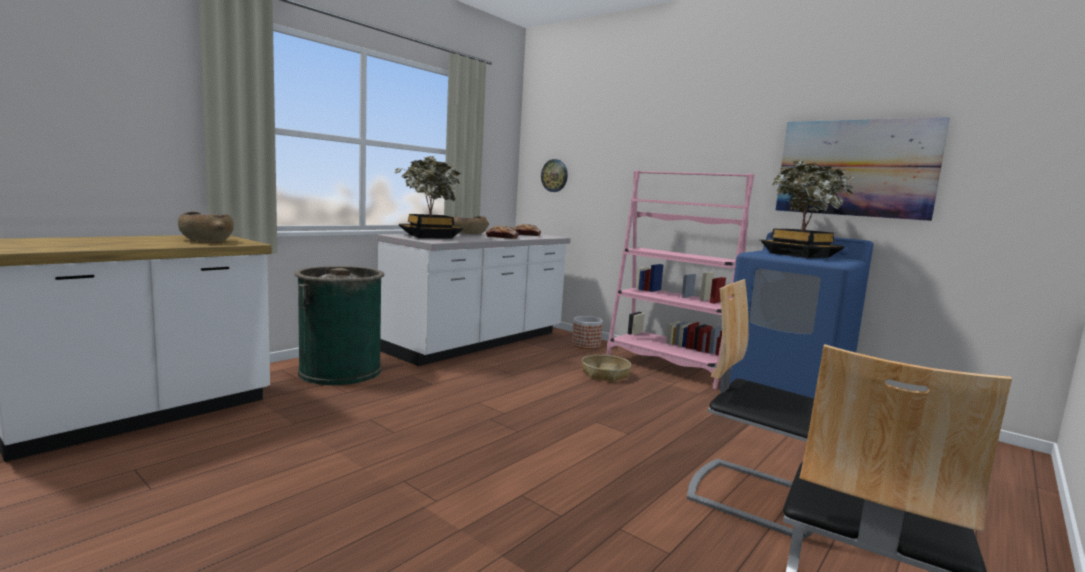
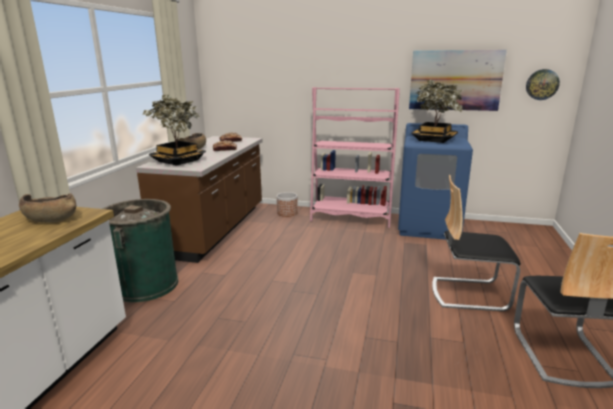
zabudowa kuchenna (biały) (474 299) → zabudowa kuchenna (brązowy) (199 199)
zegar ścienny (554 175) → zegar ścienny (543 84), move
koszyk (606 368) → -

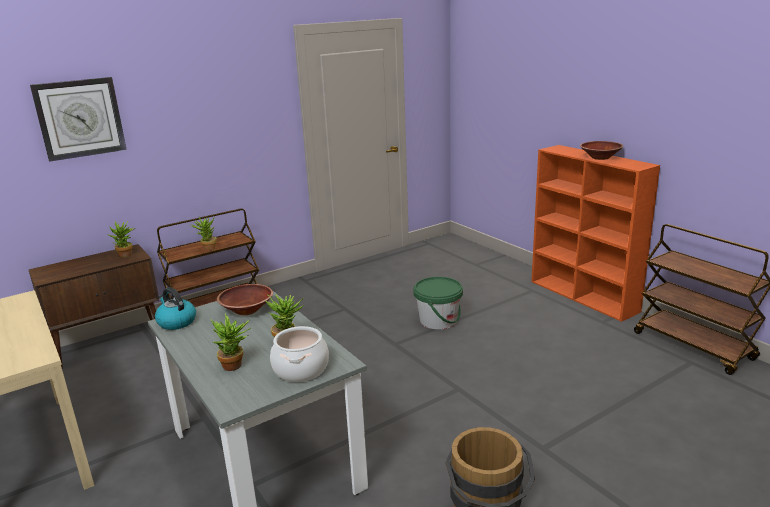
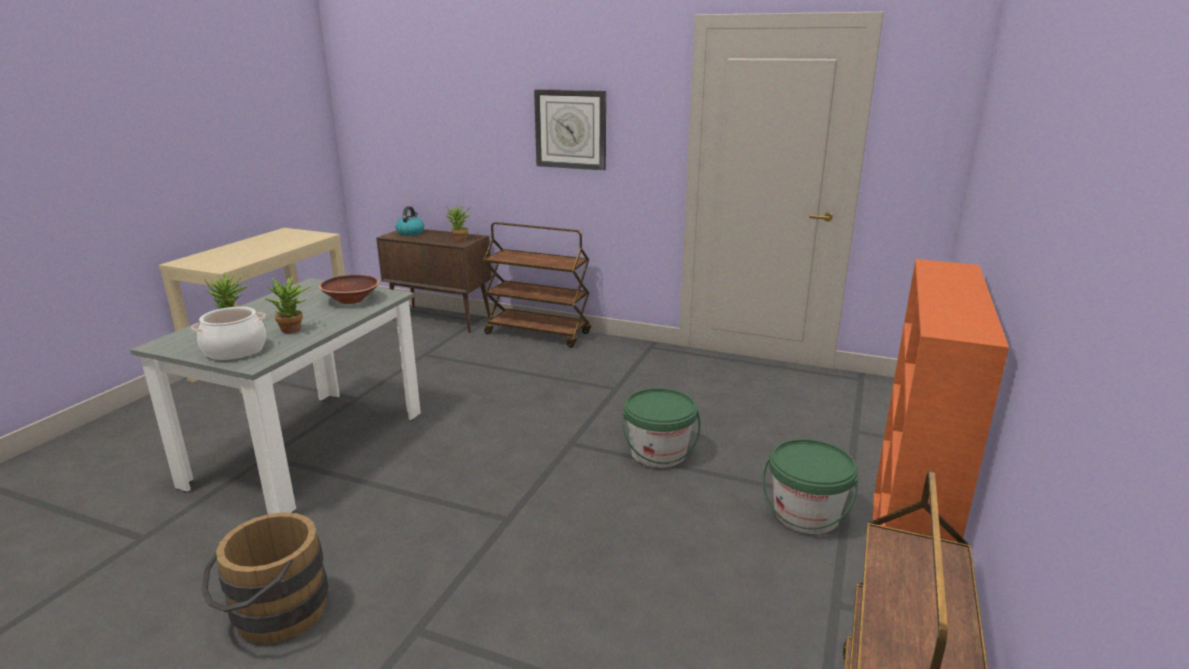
zegar ścienny (78 119) → zegar ścienny (570 130), move
czajnik (175 308) → czajnik (410 221), move
roślina doniczkowa (204 234) → -
miska (brązowy) (602 150) → -
- → wiadro (zielony) (810 486)

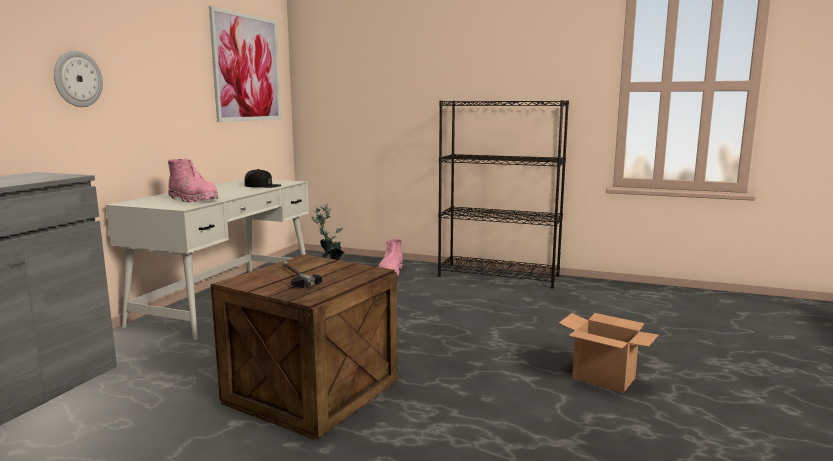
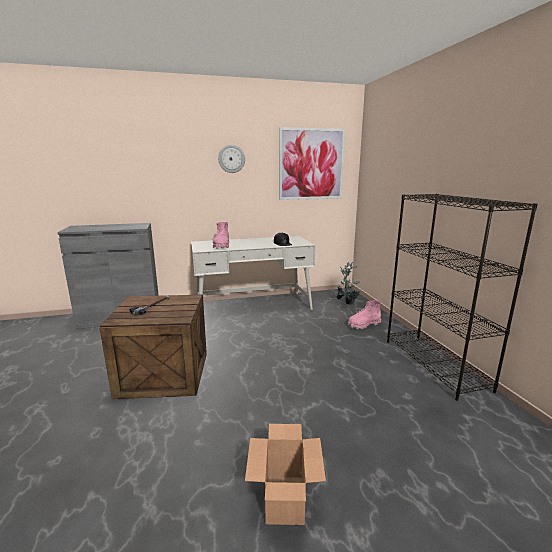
zegar ścienny (78 79) → zegar ścienny (231 159), move

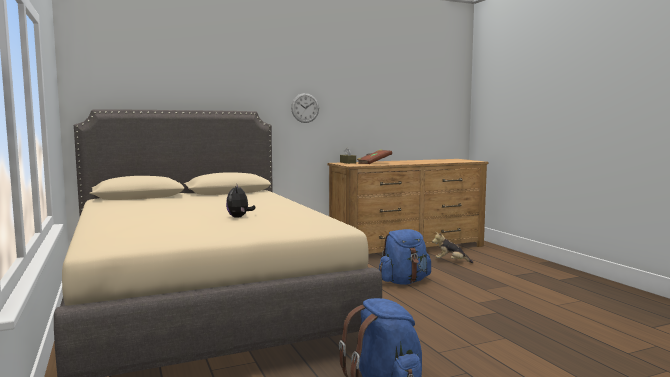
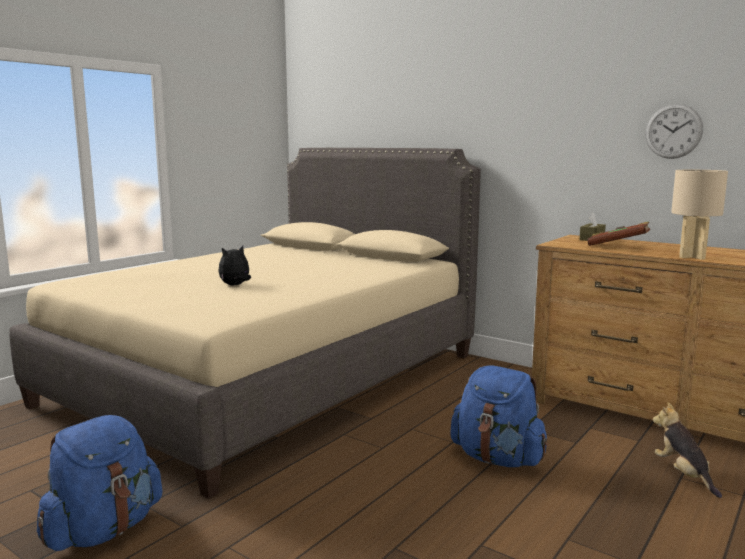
zegar ścienny (305 108) → zegar ścienny (674 131), move
- → lampa stołowa (beżowy) (699 215)

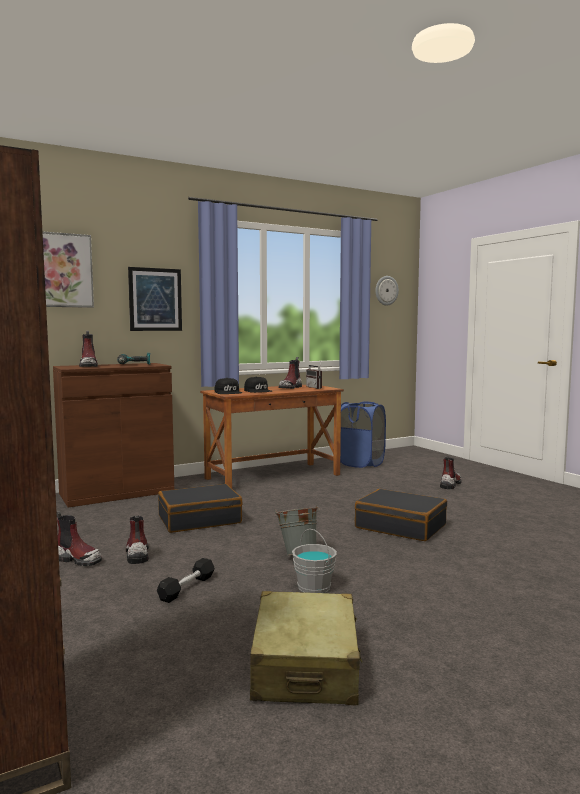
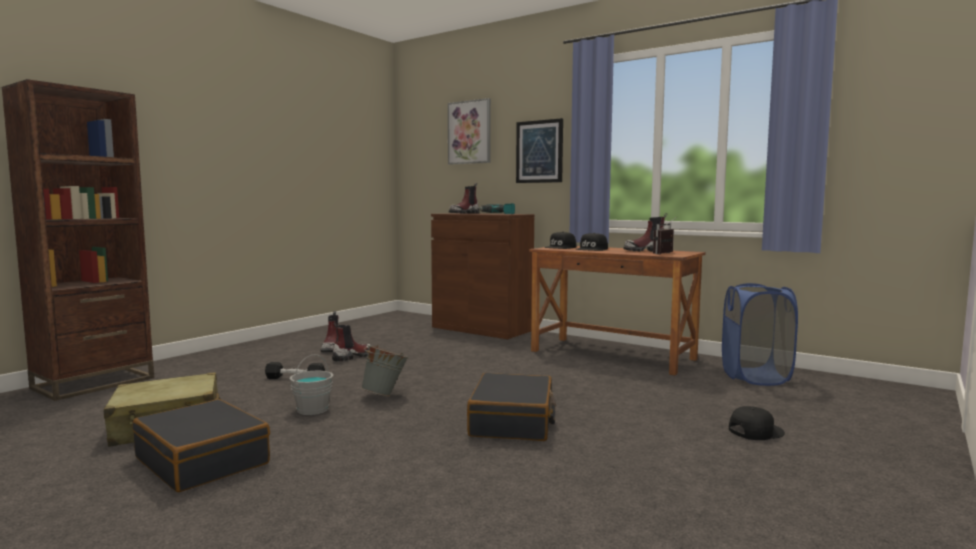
walizka (czarny) (200 508) → walizka (czarny) (201 445), move
zegar ścienny (387 290) → -
but z cholewką (450 472) → czapka z daszkiem (czarny) (757 423)

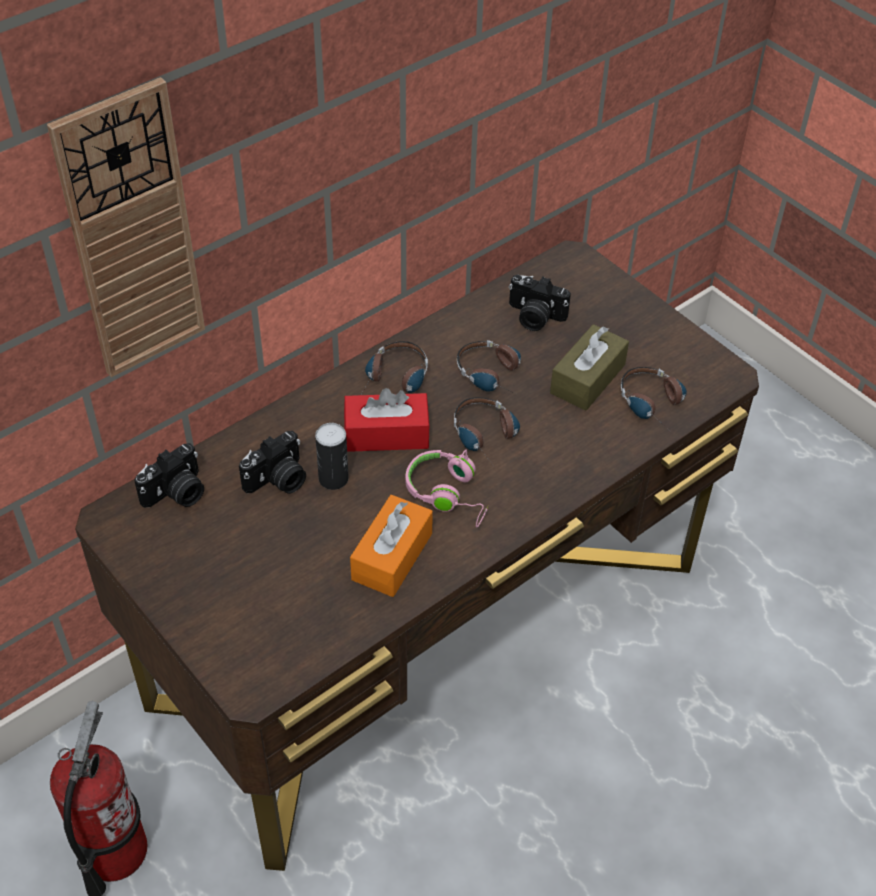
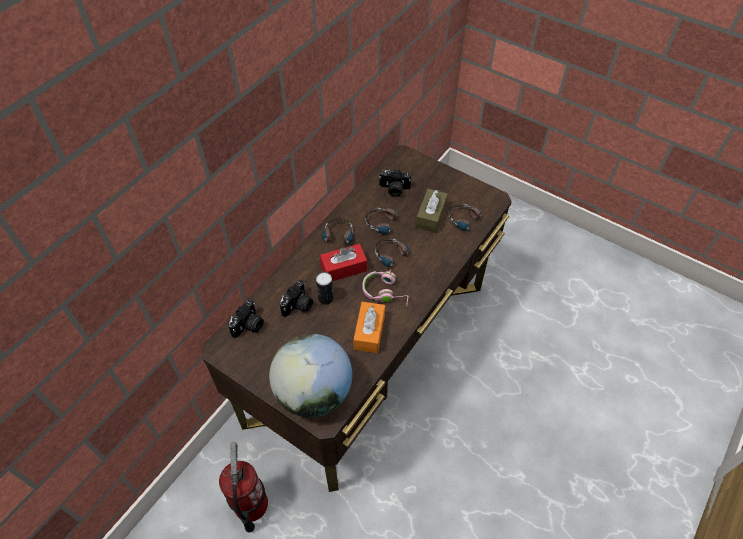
zegar ścienny (126 227) → -
- → globus (311 375)

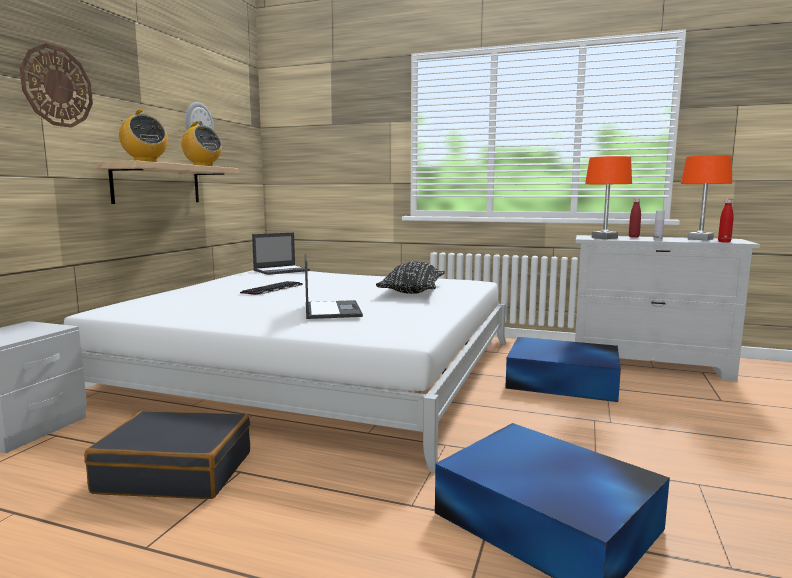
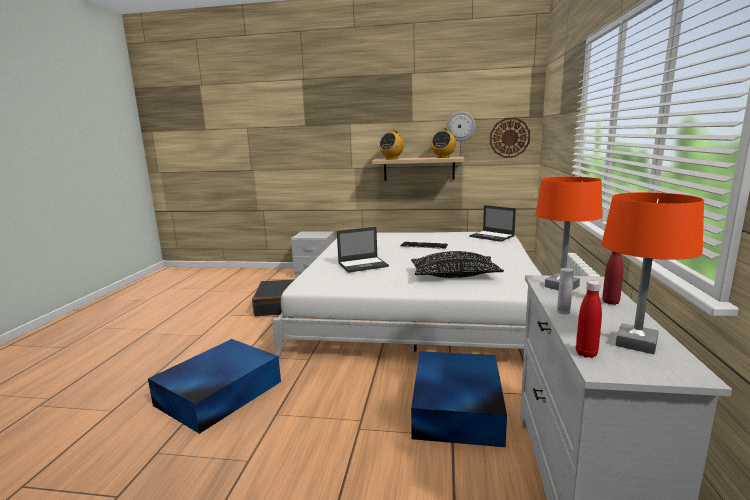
zegar ścienny (56 85) → zegar ścienny (510 138), move

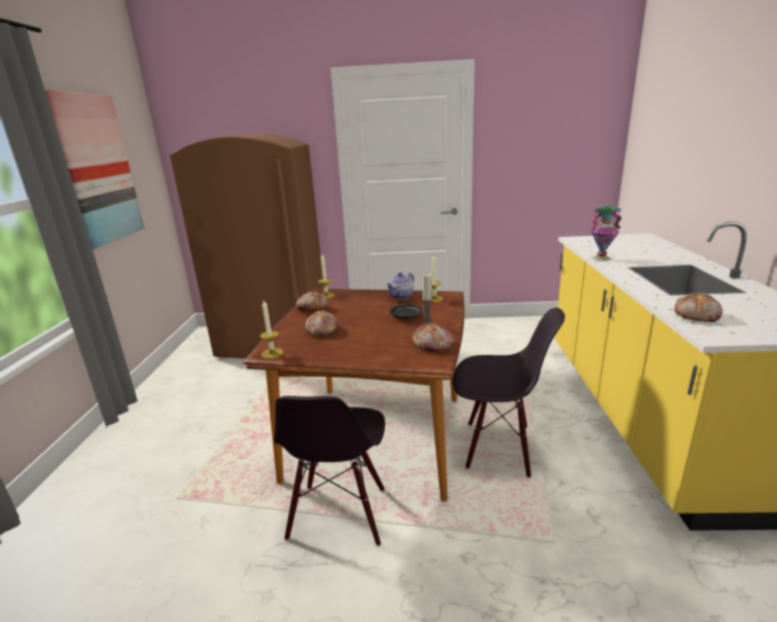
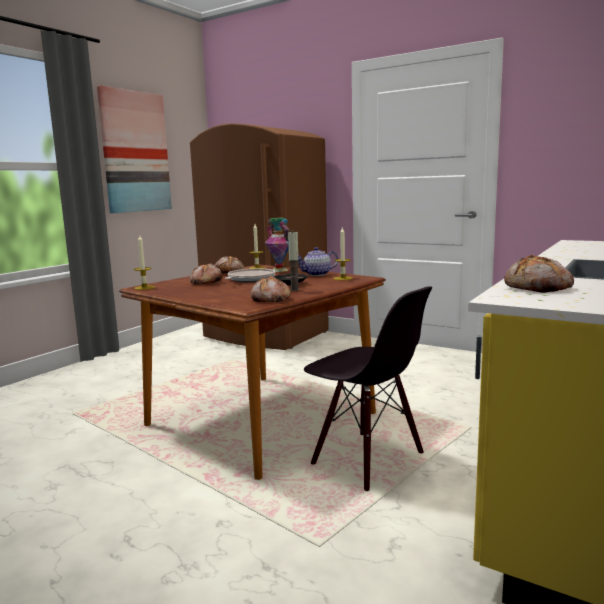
krzesło (czarny) (329 471) → -
wazon (606 233) → wazon (277 245), move
- → patelnia (249 275)

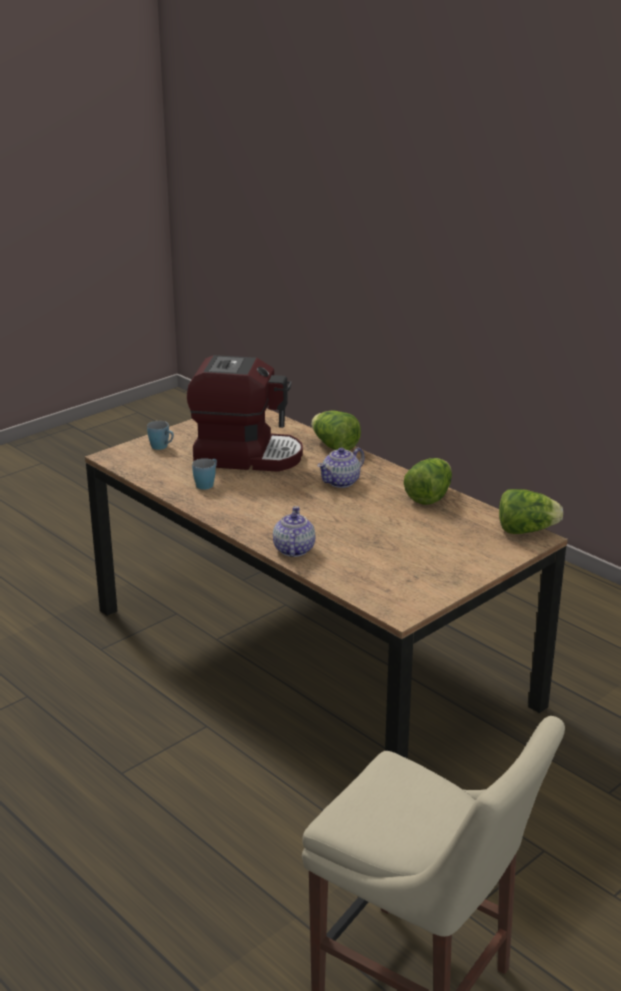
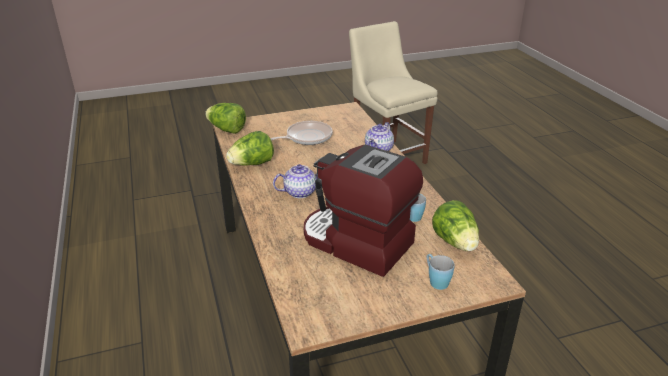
sałata (336 430) → sałata (455 225), move
- → patelnia (301 133)

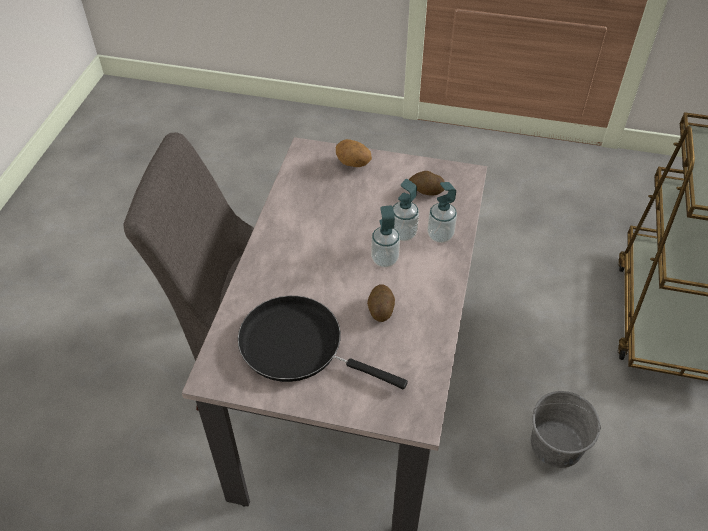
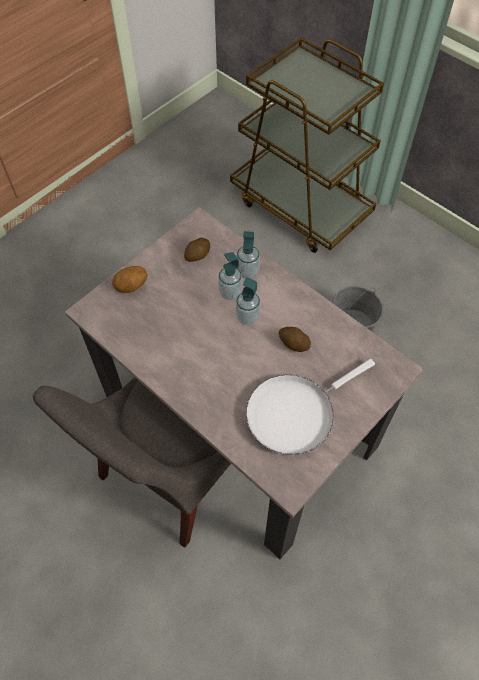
patelnia (czarny) (323 342) → patelnia (biały) (310 407)

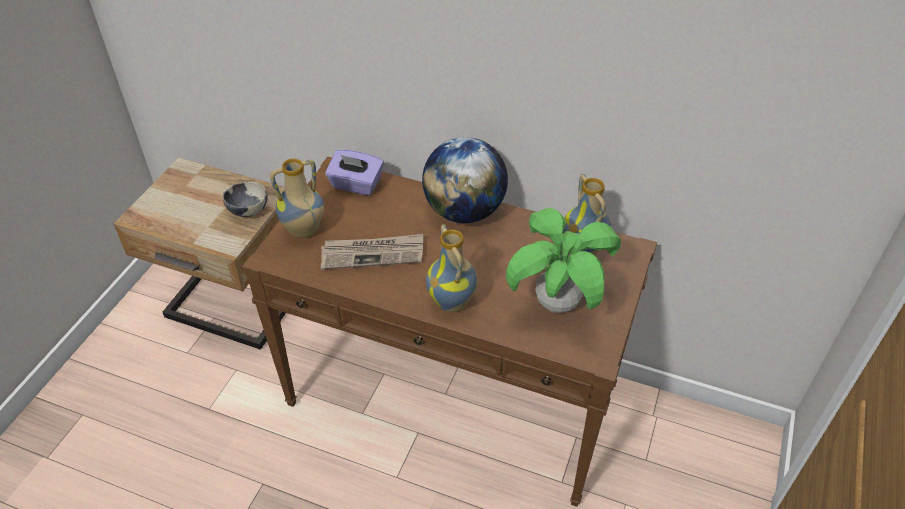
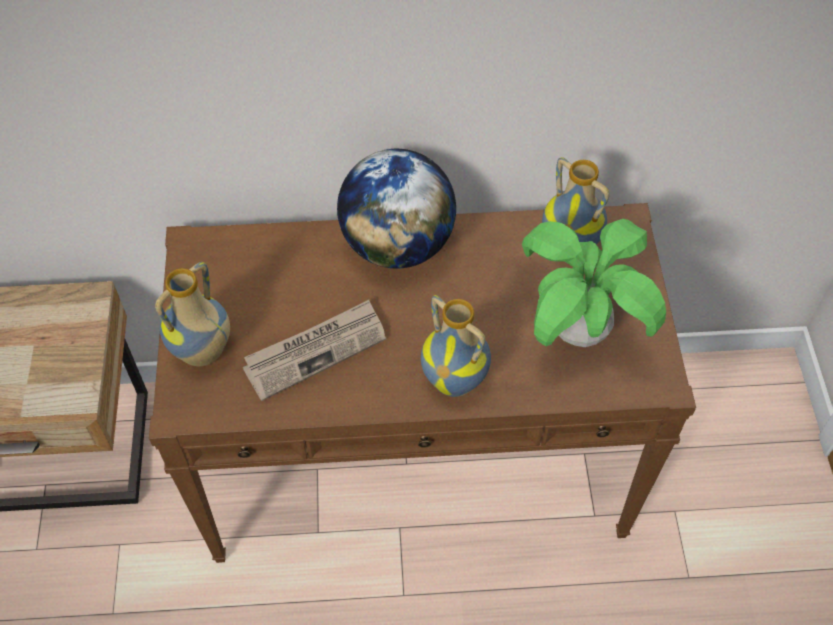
miska (245 199) → -
pudełko chusteczek (fioletowy) (354 173) → -

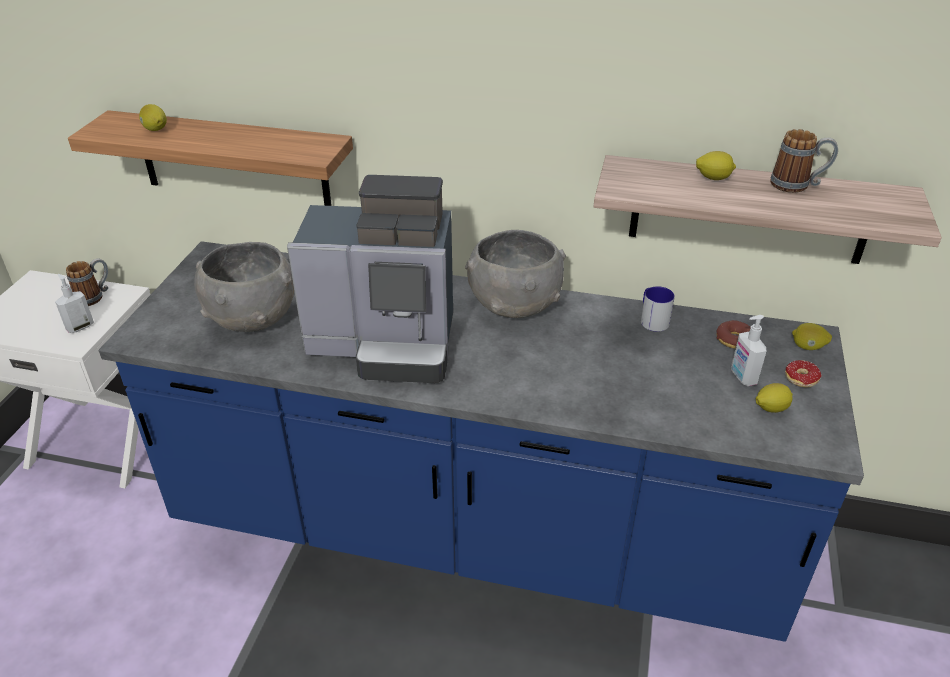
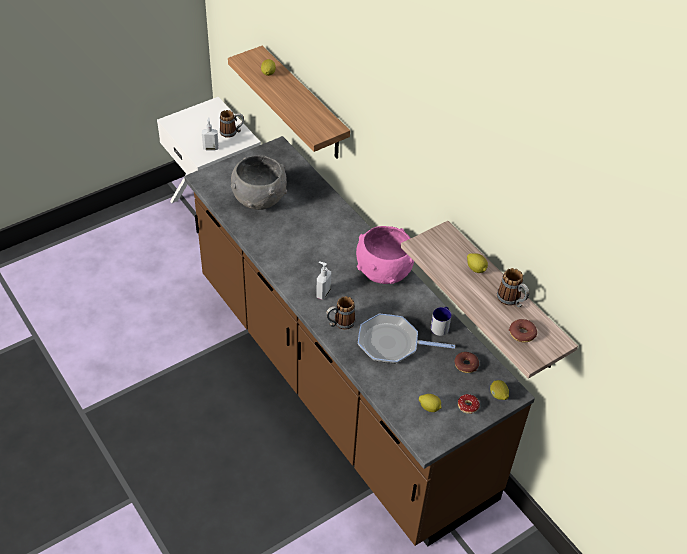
zabudowa kuchenna (niebieski) (481 441) → zabudowa kuchenna (brązowy) (359 341)
ekspres do kawy (370 279) → -
miska (szary) (515 274) → miska (różowy) (385 255)
dozownik mydła (748 350) → dozownik mydła (323 281), move
- → kubek (341 313)
- → patelnia (406 338)
- → donut (523 331)

